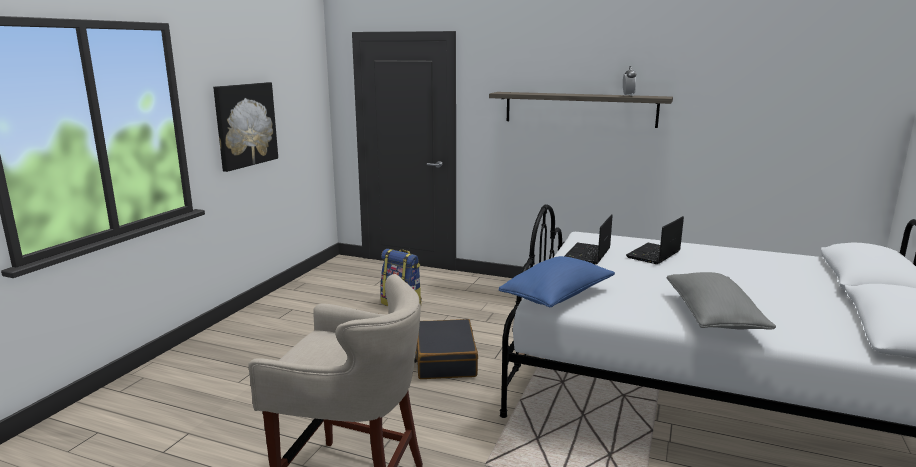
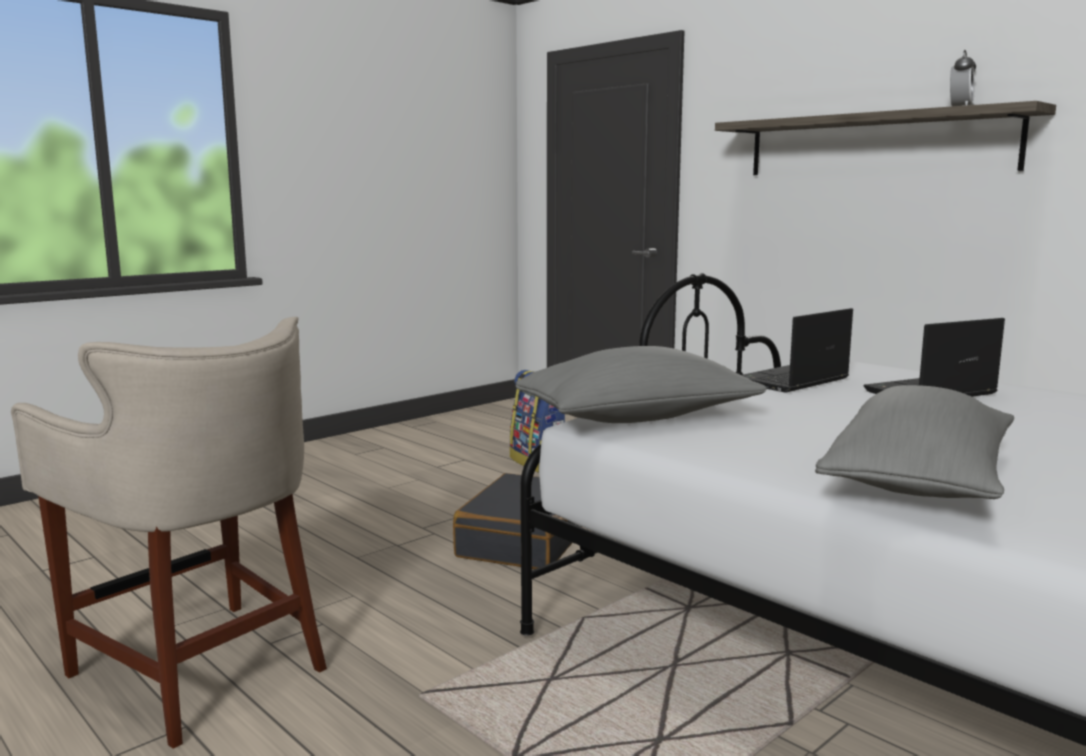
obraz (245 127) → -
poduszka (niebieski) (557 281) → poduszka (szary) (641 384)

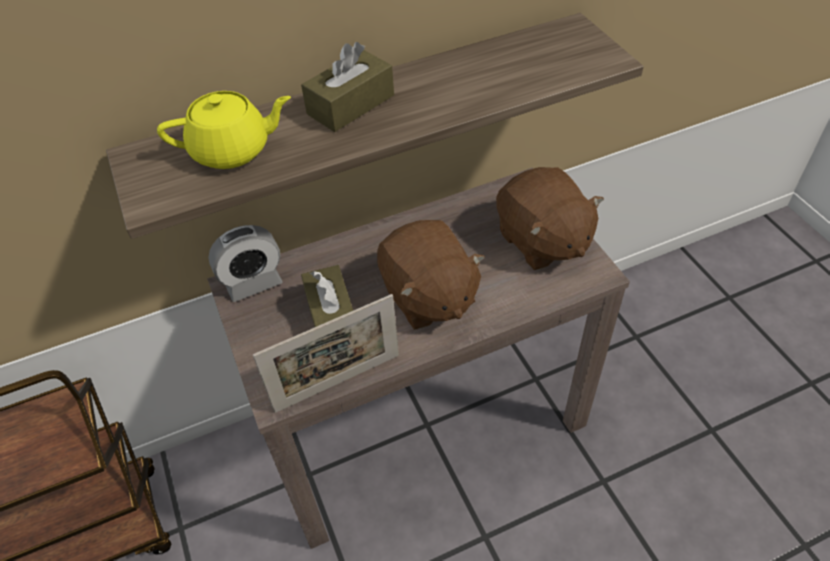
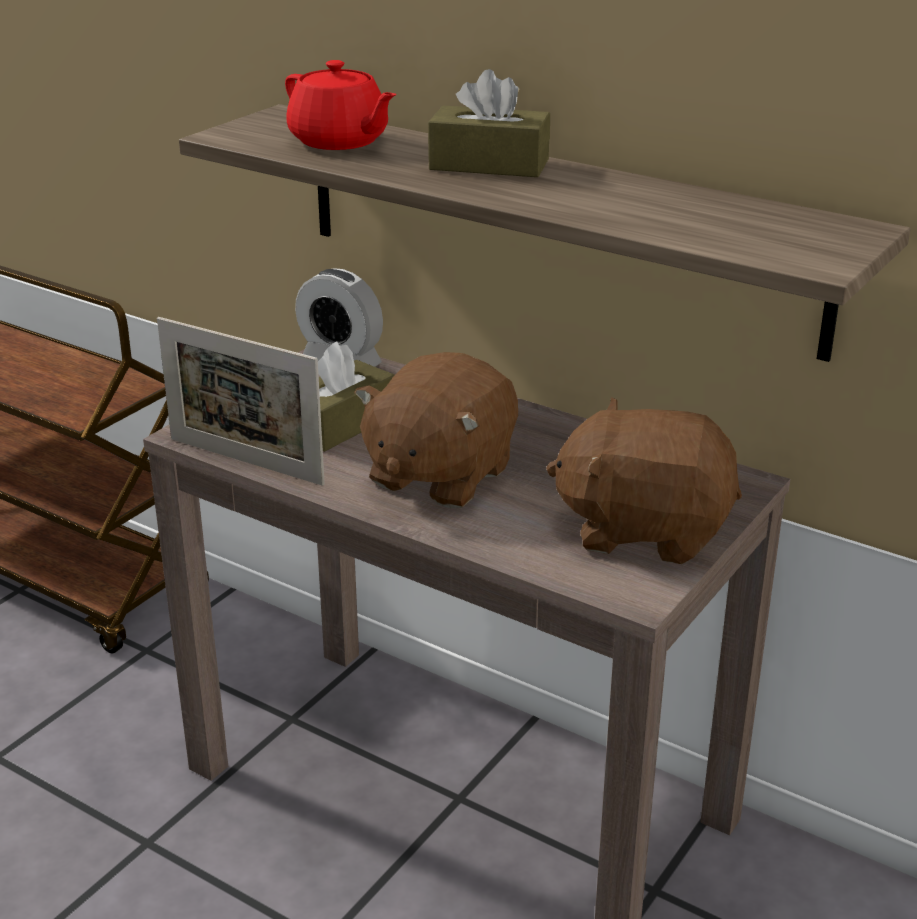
imbryk (żółty) (224 130) → imbryk (czerwony) (341 105)
pluszak (brązowy) (550 218) → pluszak (brązowy) (644 480), 75 degrees clockwise

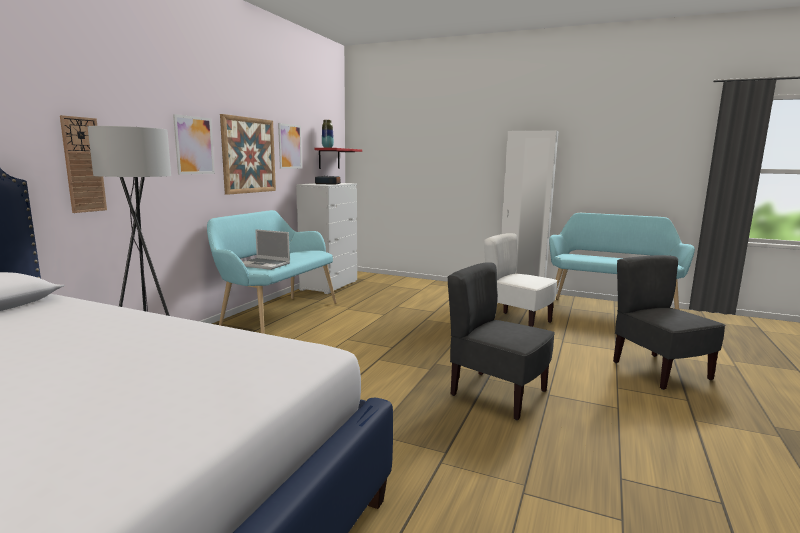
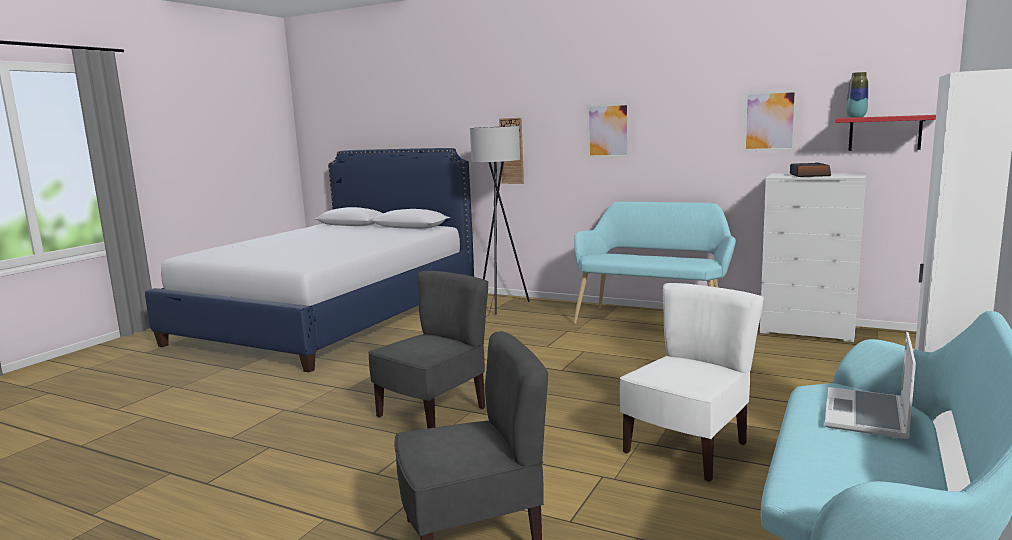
obraz (248 154) → -
laptop (266 249) → laptop (870 385), move

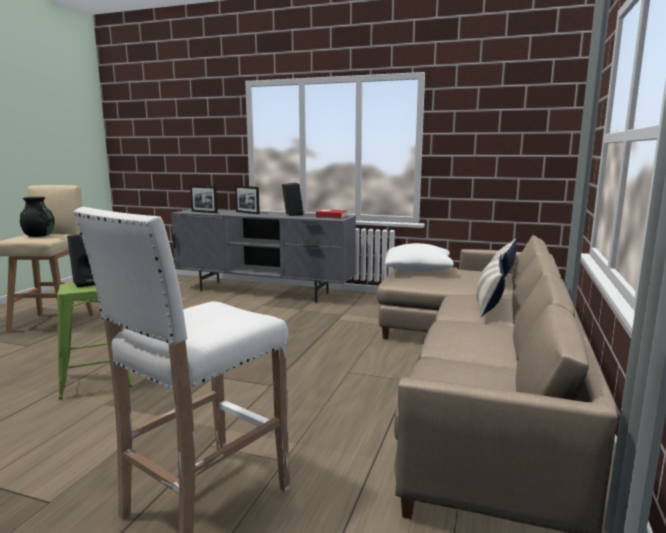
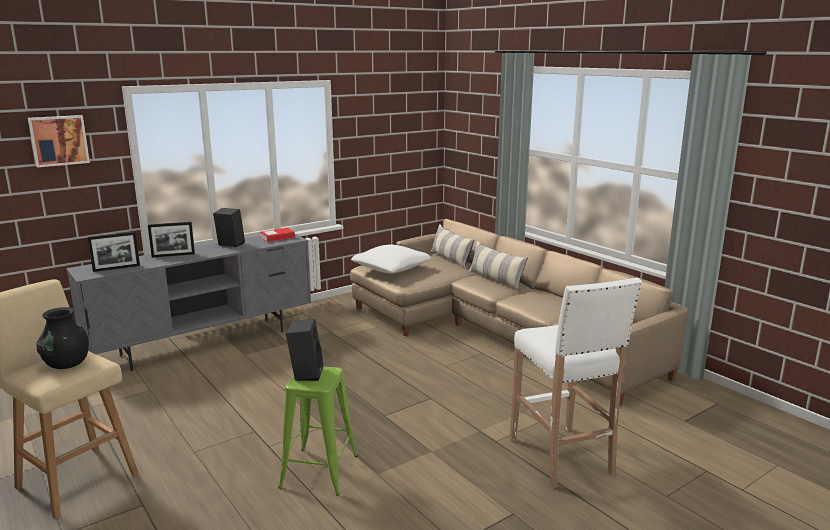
- → obraz (59 141)

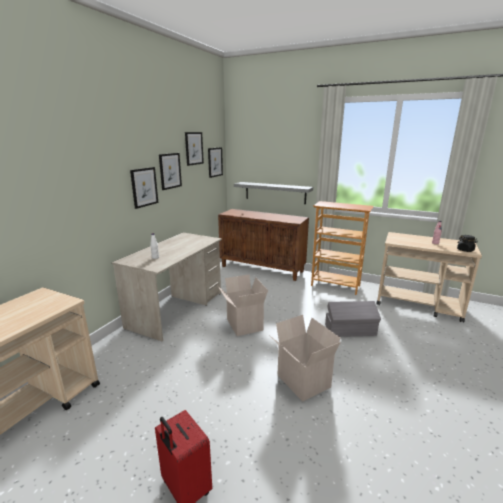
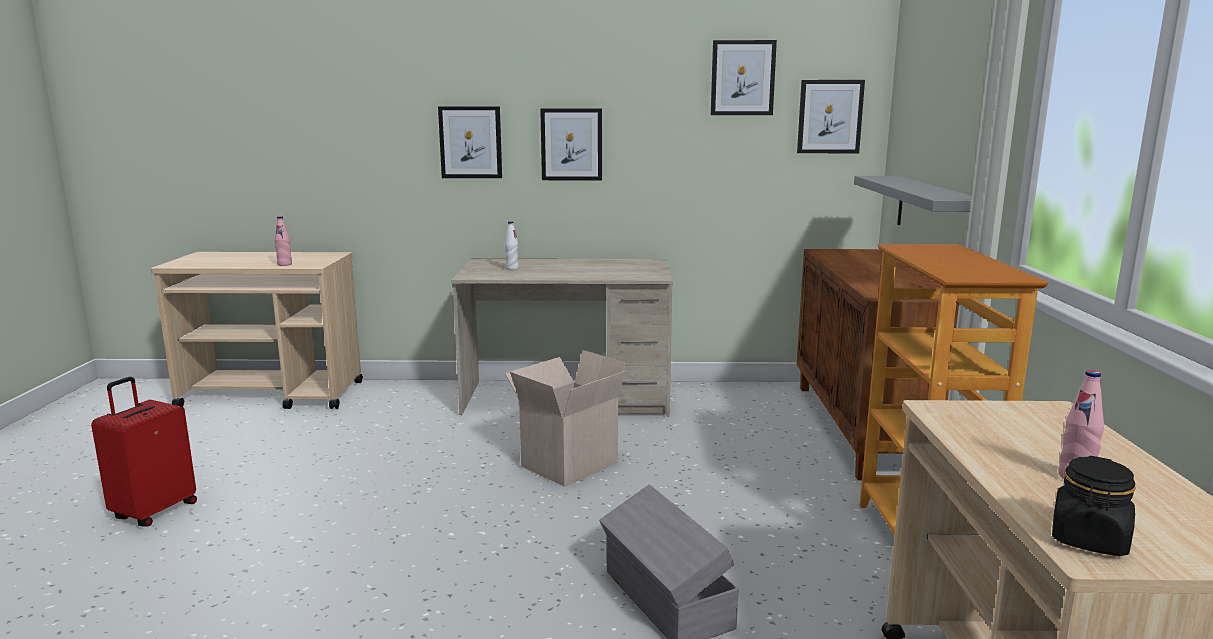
obraz (170 171) → obraz (470 142), move
karton (305 358) → -
- → butelka (różowy) (283 241)

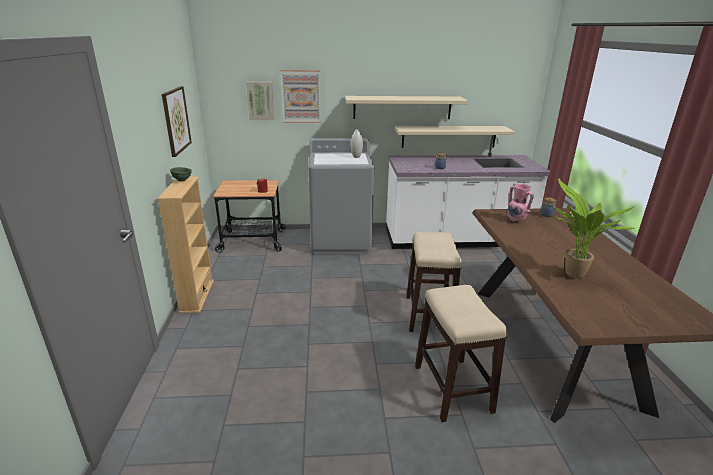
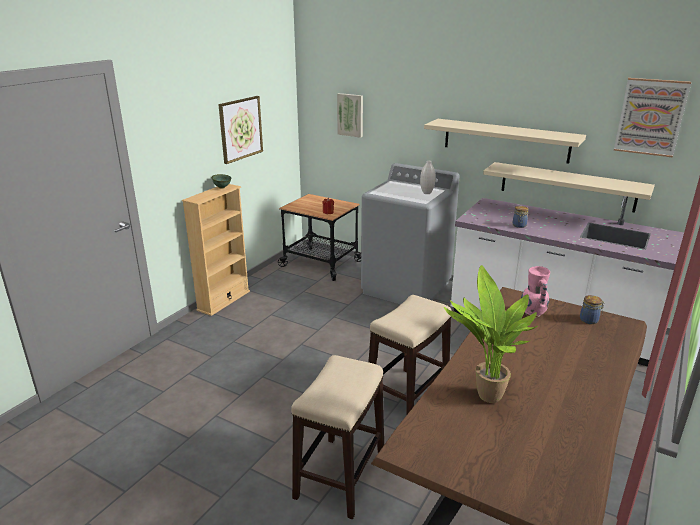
obraz (300 96) → obraz (652 117), move

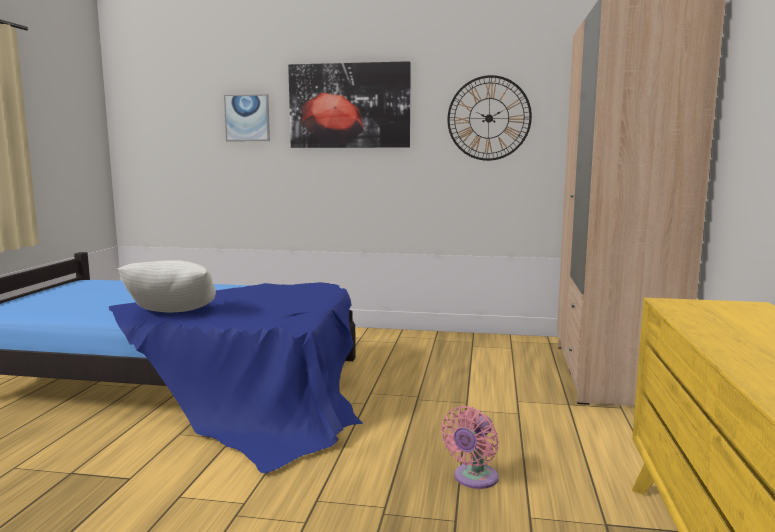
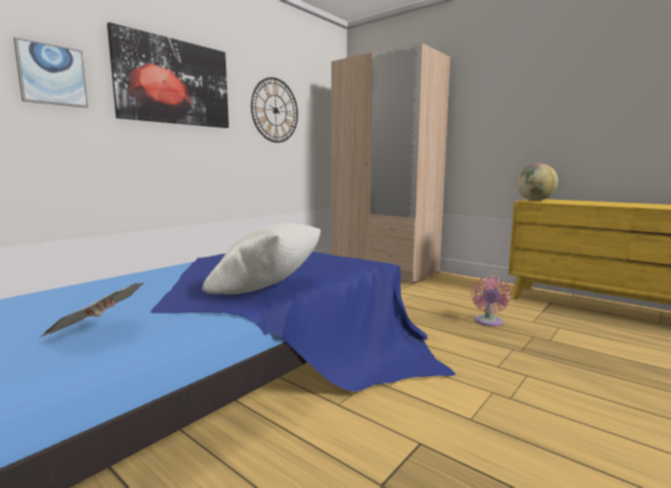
wentylator (różowy) (470 447) → wentylator (różowy) (491 301), 45 degrees clockwise
- → gazeta (92 310)
- → globus (537 182)

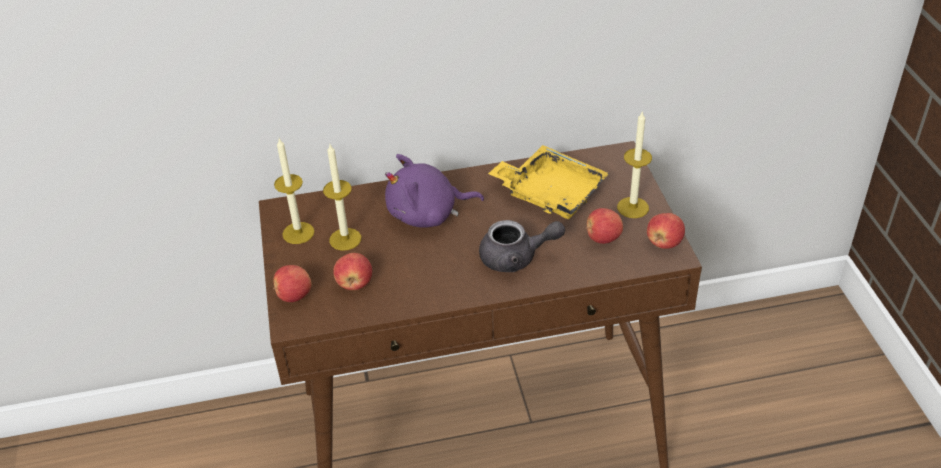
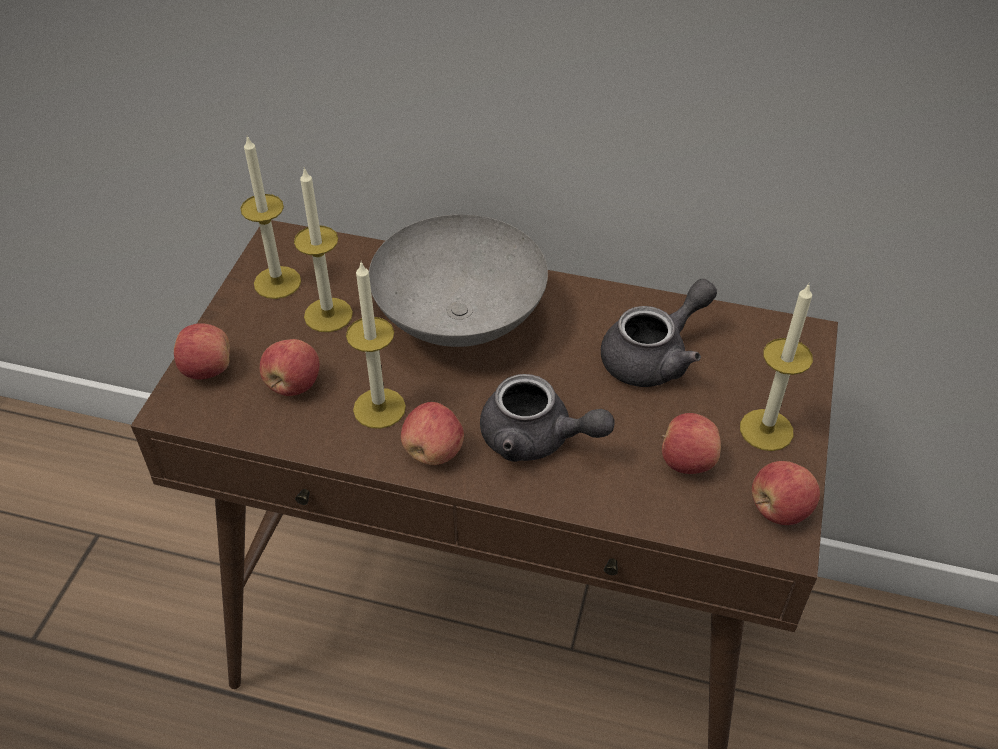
pluszak (fioletowy) (434 191) → miska (szary) (458 280)
taca (żółty) (548 182) → imbryk (szary) (659 333)
- → świeca (376 345)
- → jabłko (432 433)

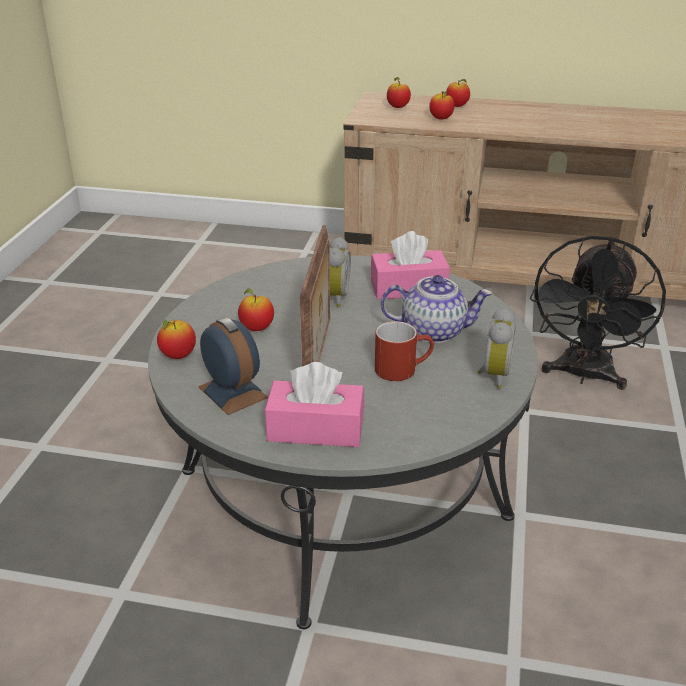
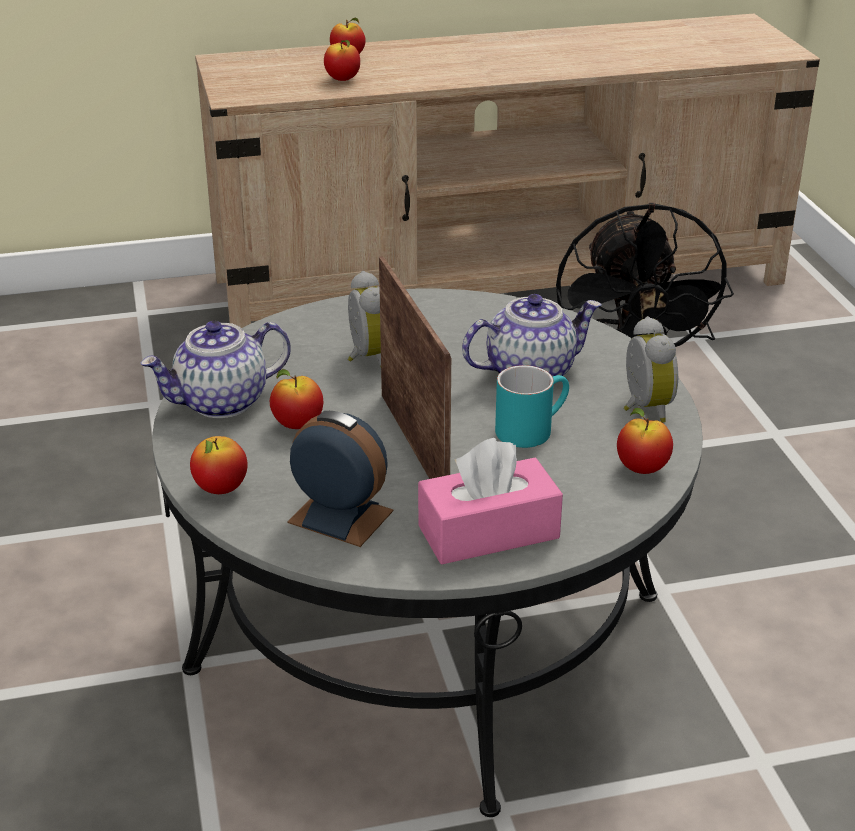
pudełko chusteczek (różowy) (410 265) → -
kubek (czerwony) (404 351) → kubek (turkusowy) (532 406)
jabłko (399 92) → jabłko (645 441), move
- → imbryk (215 369)

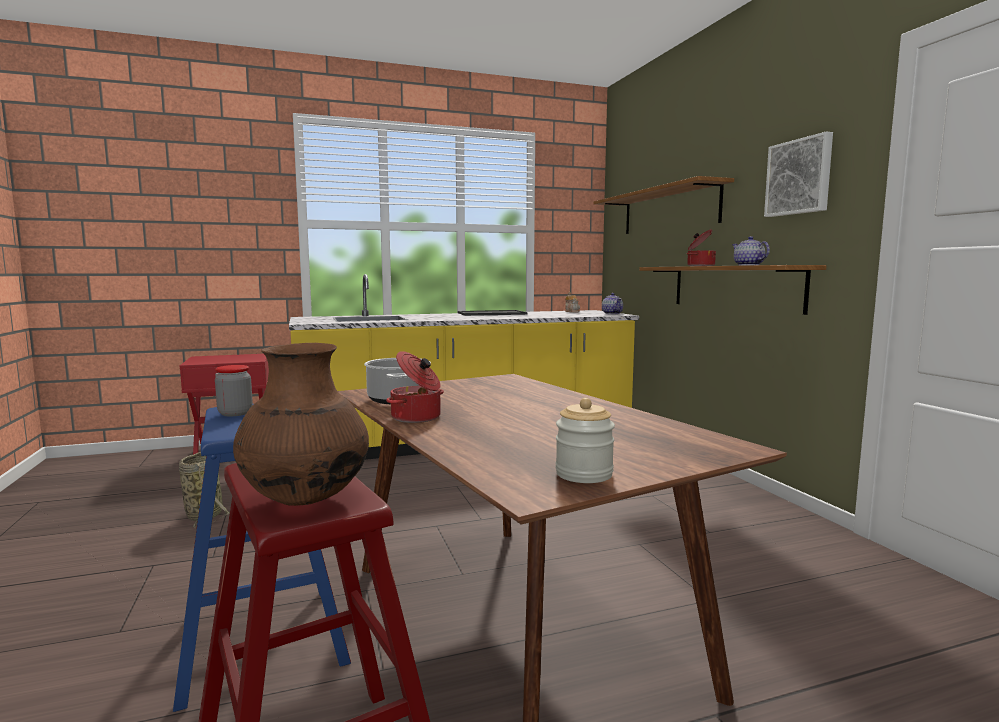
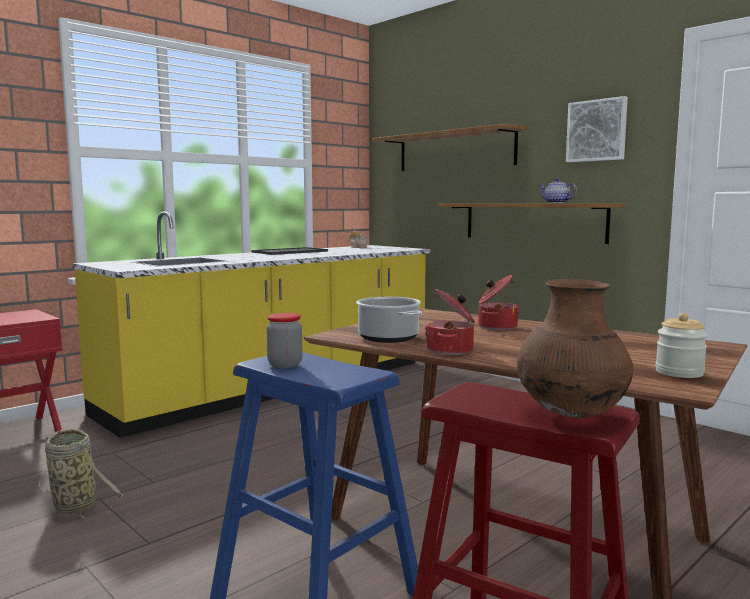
imbryk (612 303) → -
garnek (701 247) → garnek (499 302), move

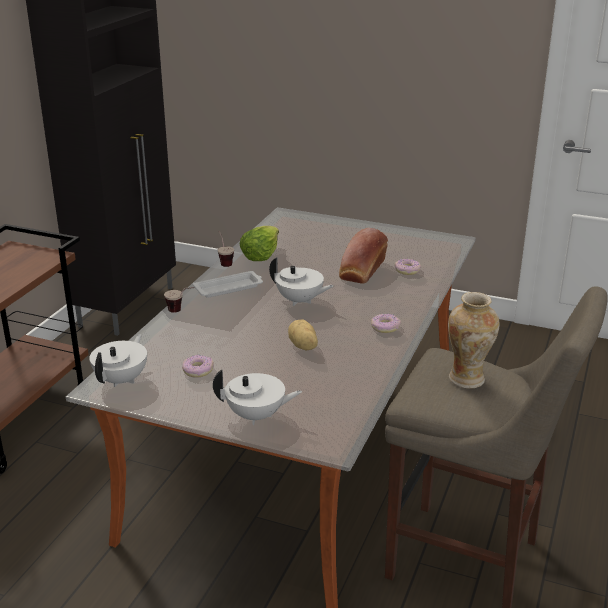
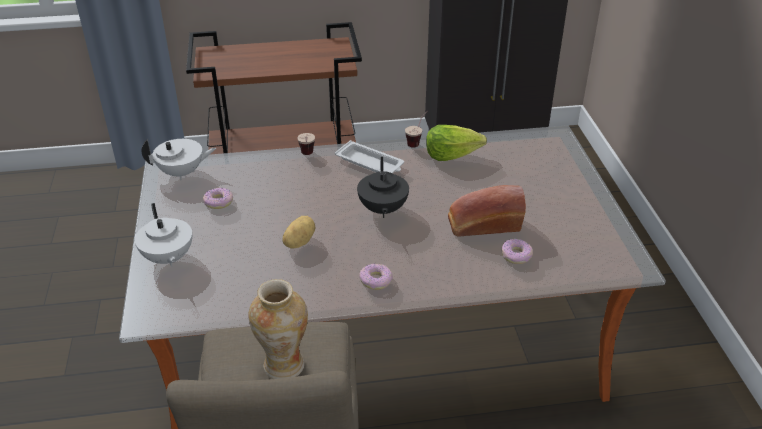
imbryk (biały) (301 281) → imbryk (czarny) (383 187)

